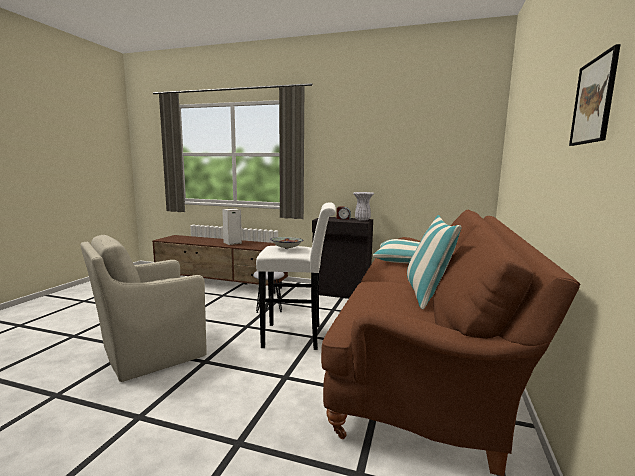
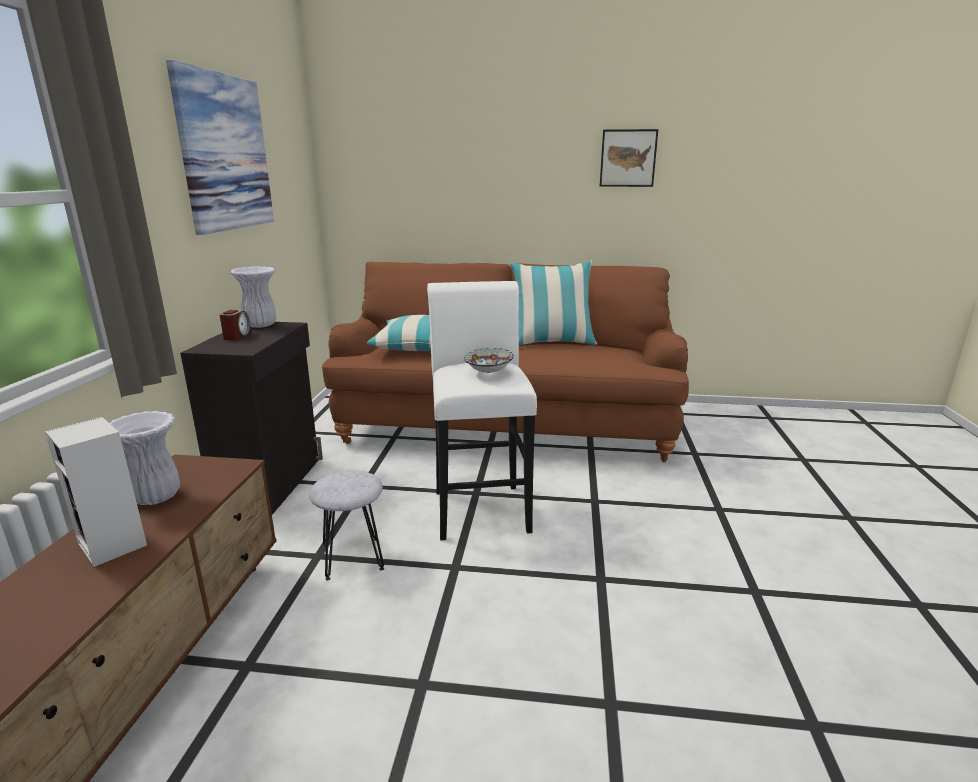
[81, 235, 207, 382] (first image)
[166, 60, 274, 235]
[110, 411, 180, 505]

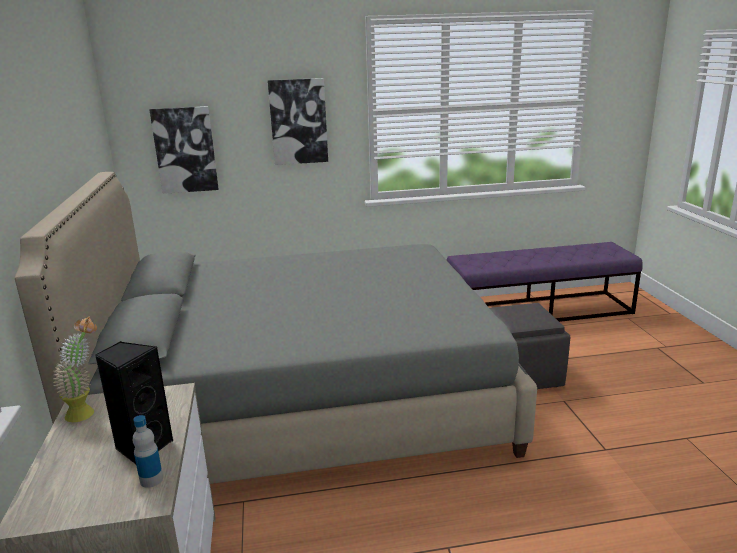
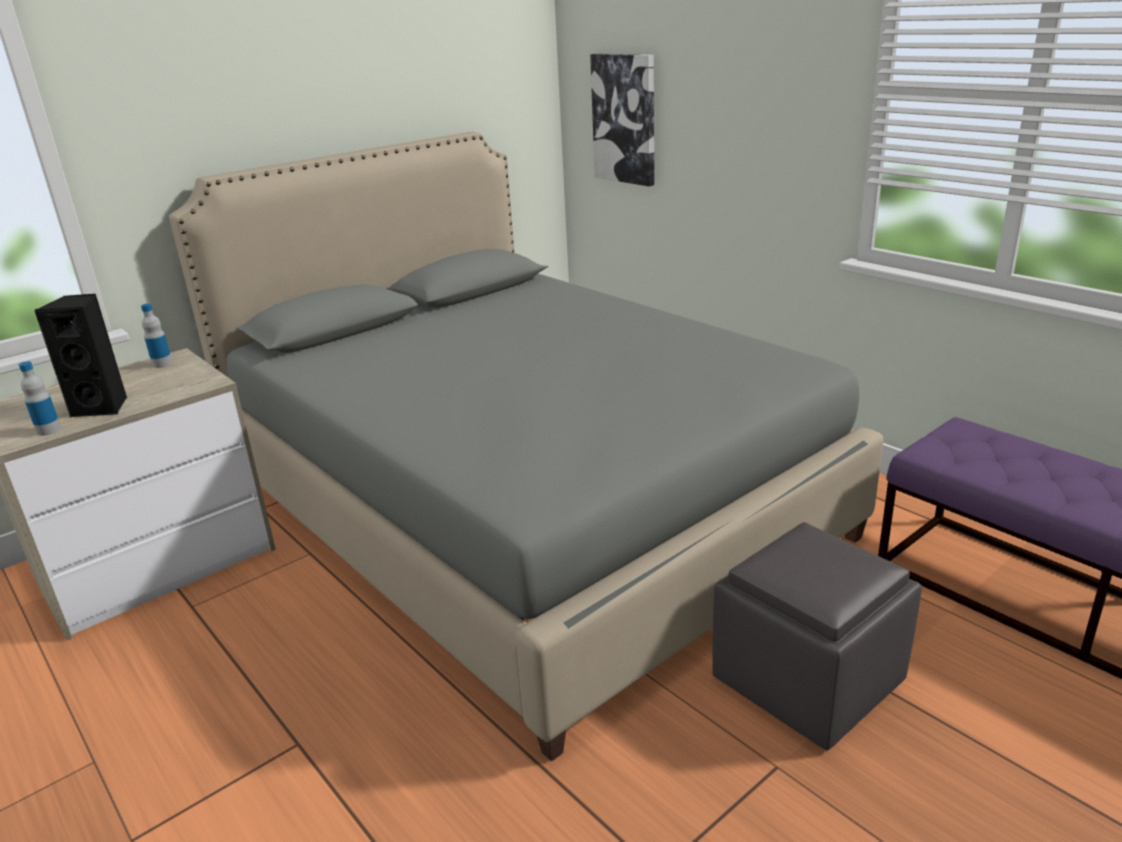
[268, 78, 328, 165] (first image)
[141, 303, 173, 368]

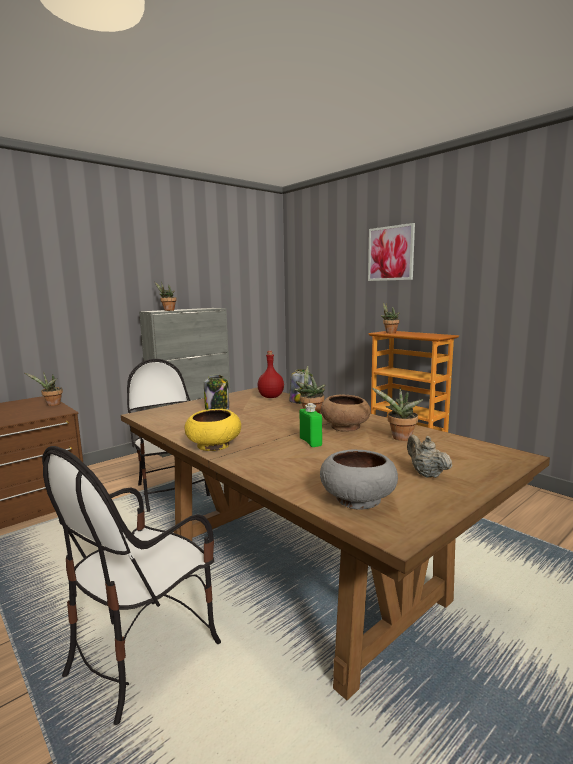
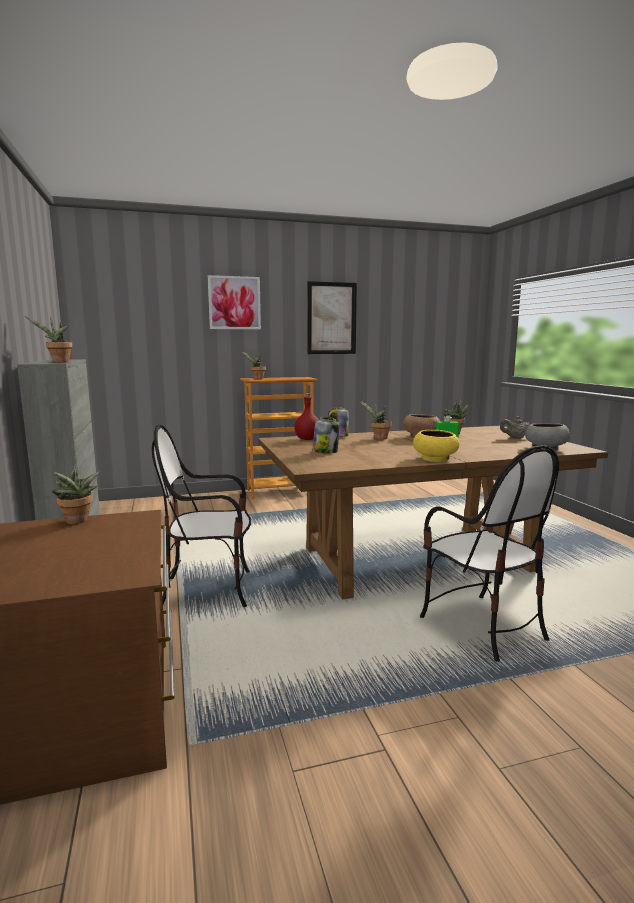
[307, 281, 357, 354]

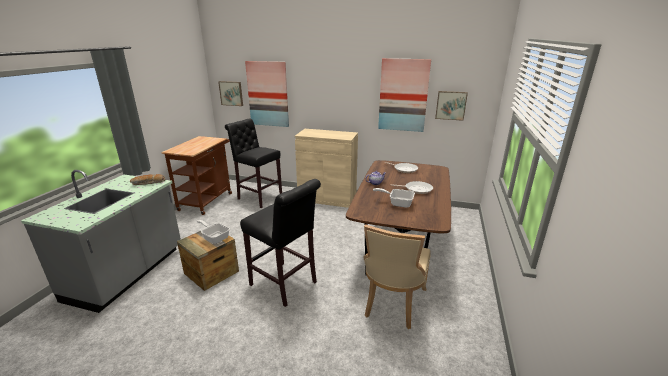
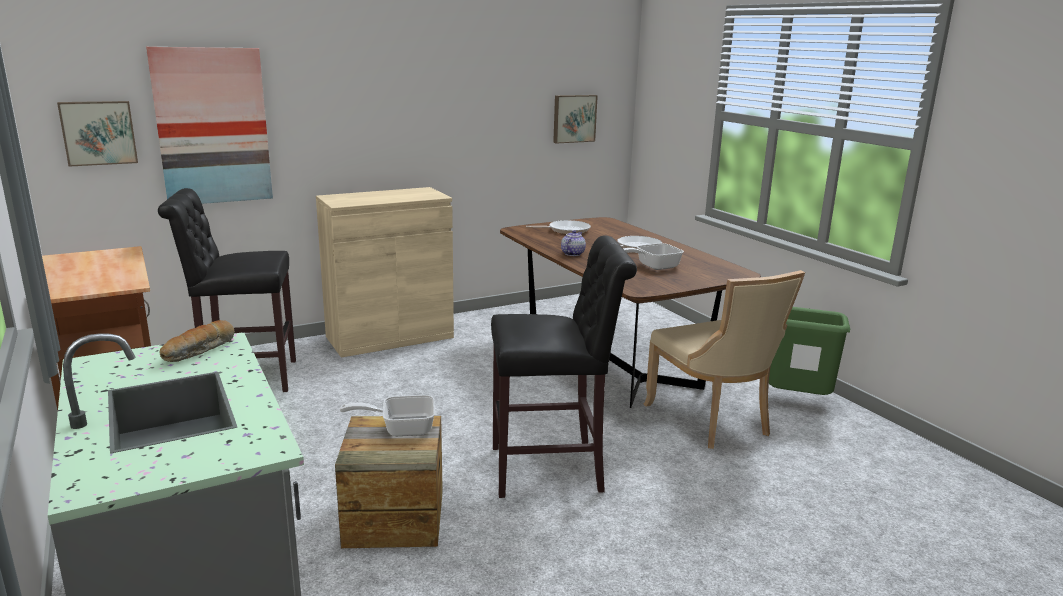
[378, 58, 431, 132] (first image)
[769, 307, 850, 395]

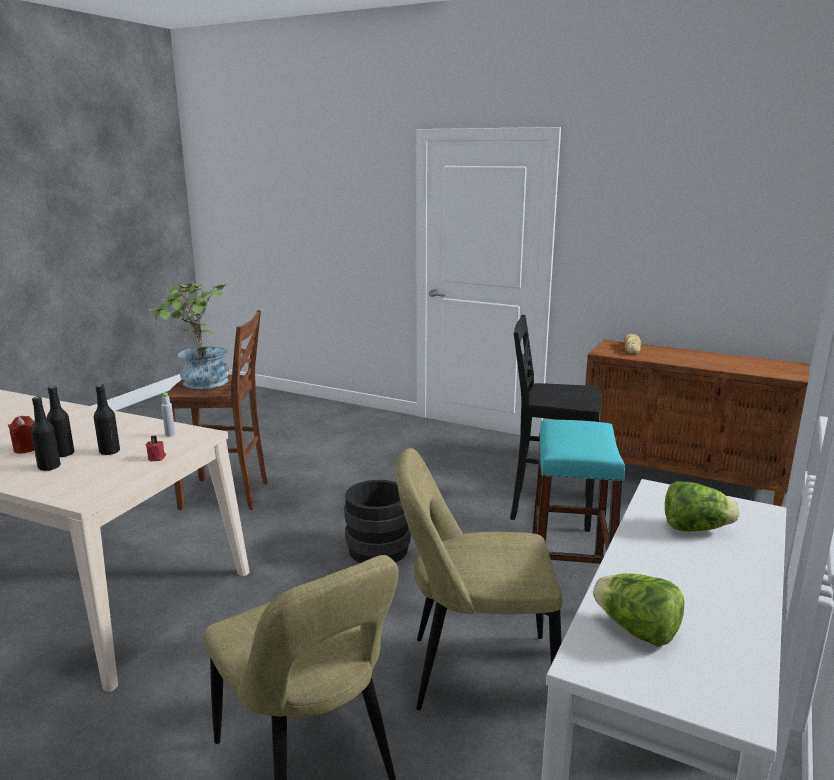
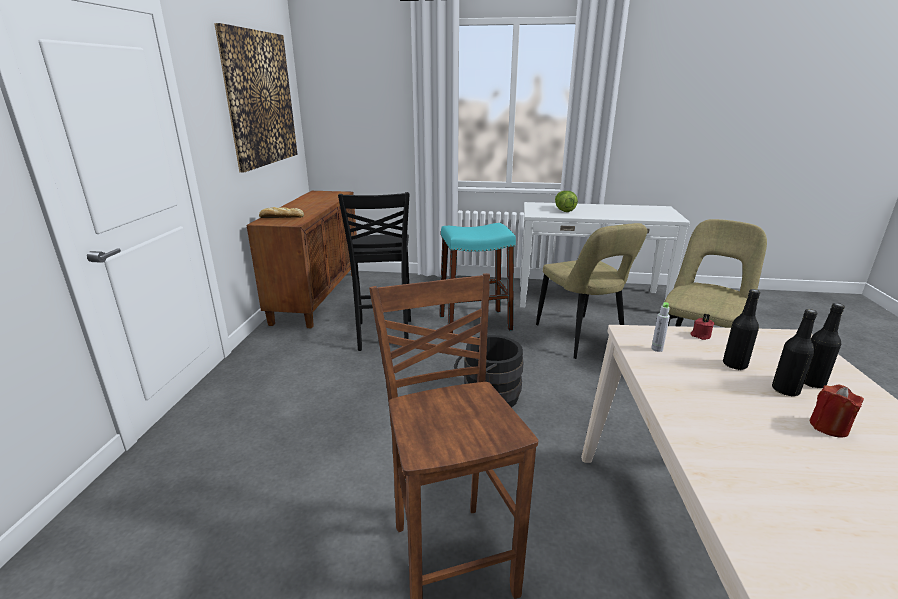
[148, 284, 229, 389] (first image)
[593, 573, 685, 646] (first image)
[214, 23, 298, 173]

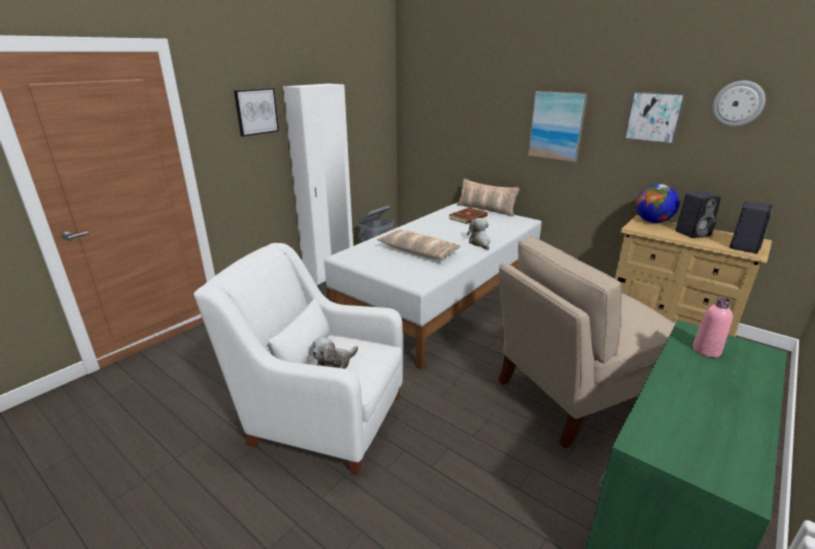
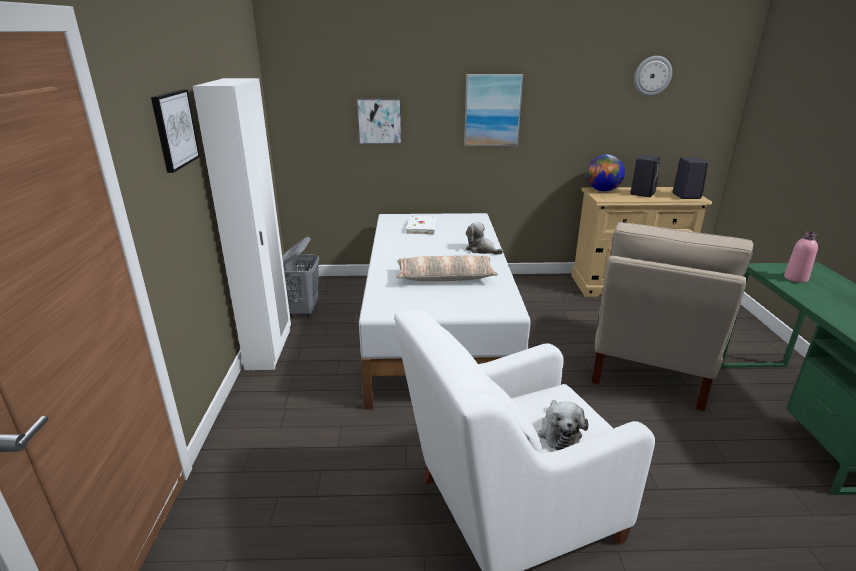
[357, 99, 402, 144]
[457, 179, 519, 216] (first image)
[406, 216, 437, 234]

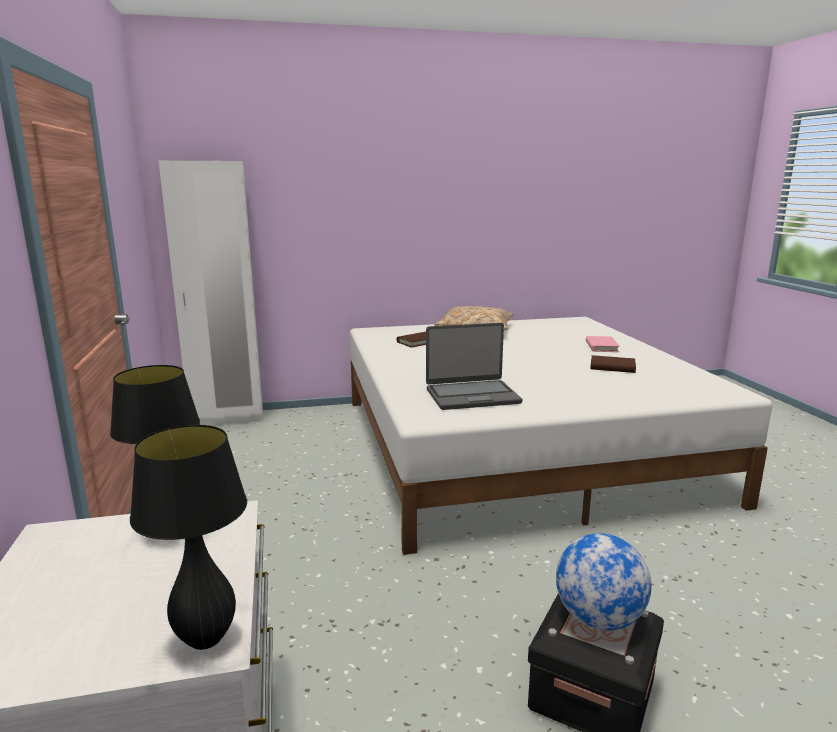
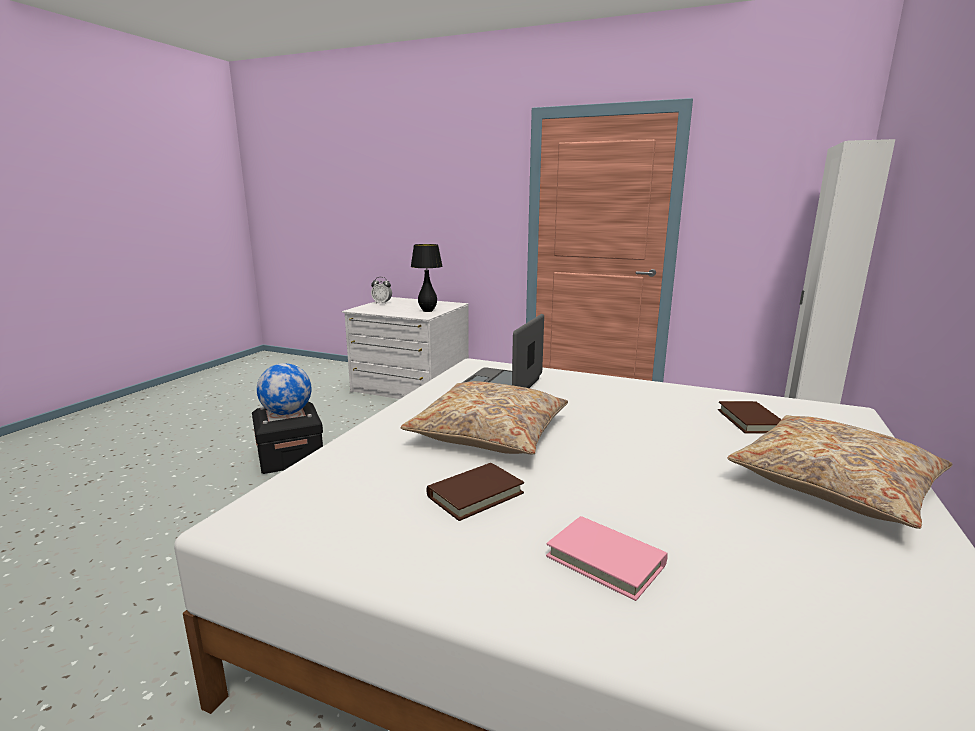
[130, 425, 247, 650] (first image)
[371, 277, 392, 304]
[401, 381, 568, 455]

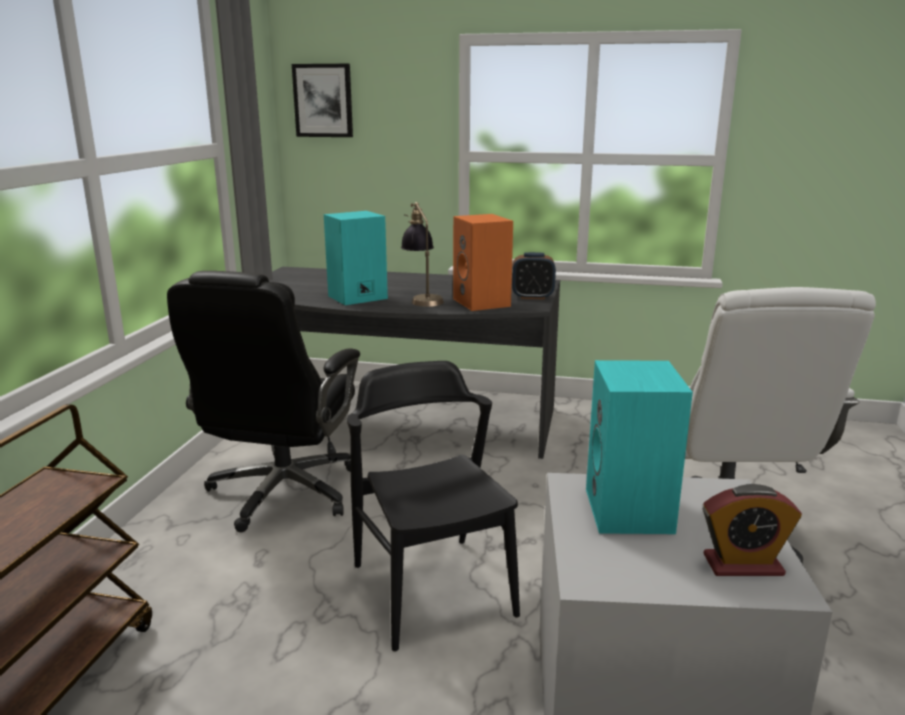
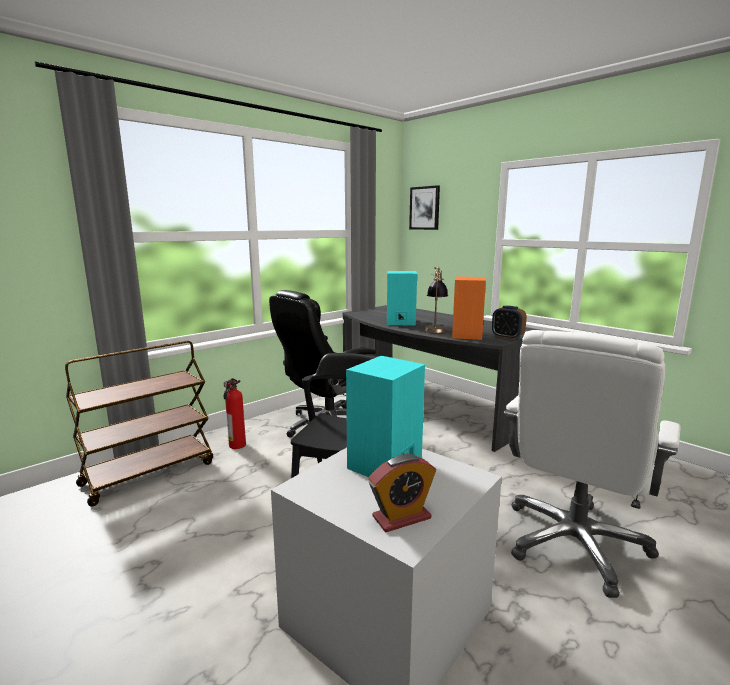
[368, 454, 436, 532]
[223, 378, 246, 449]

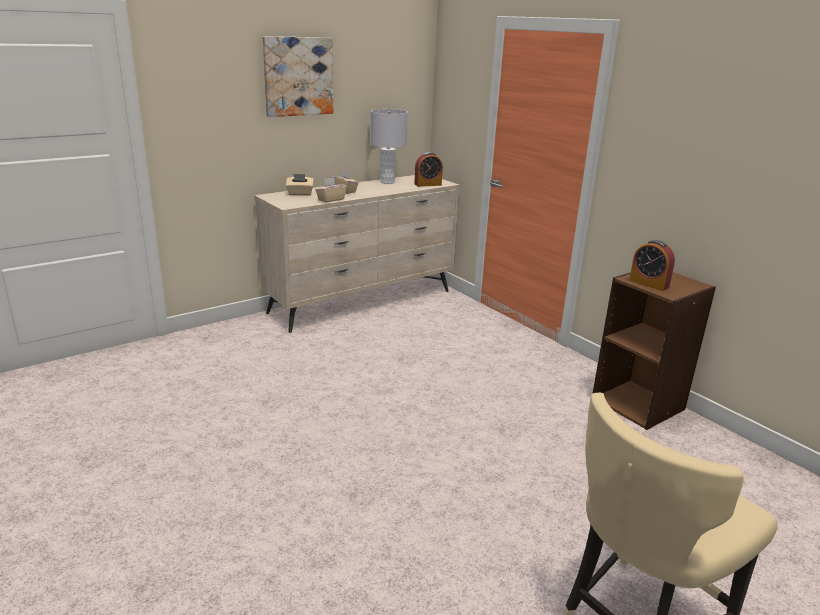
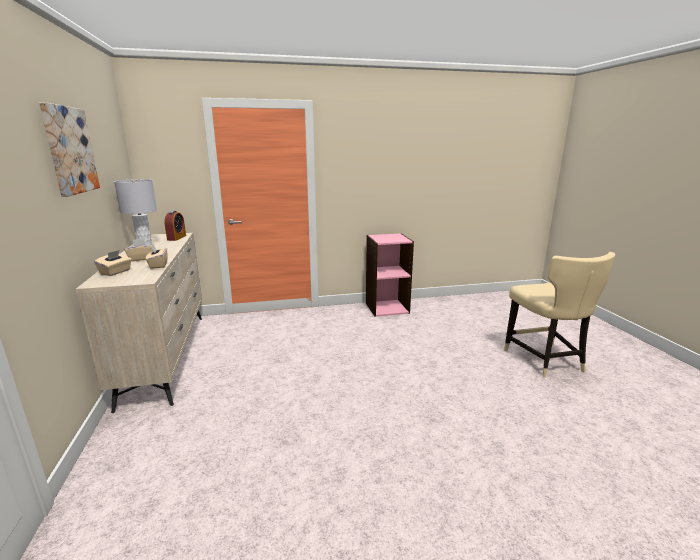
[629, 240, 675, 291] (first image)
[366, 233, 414, 317]

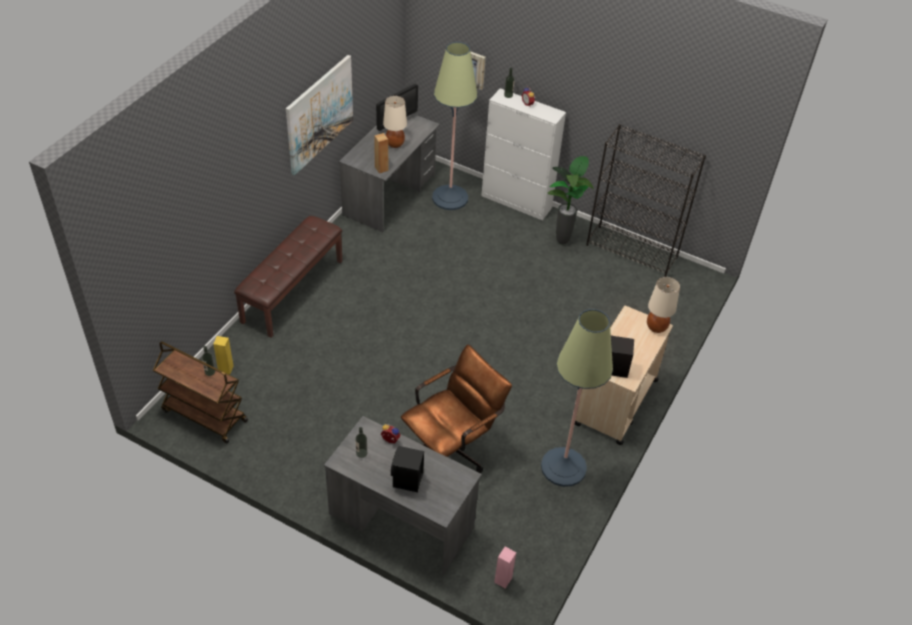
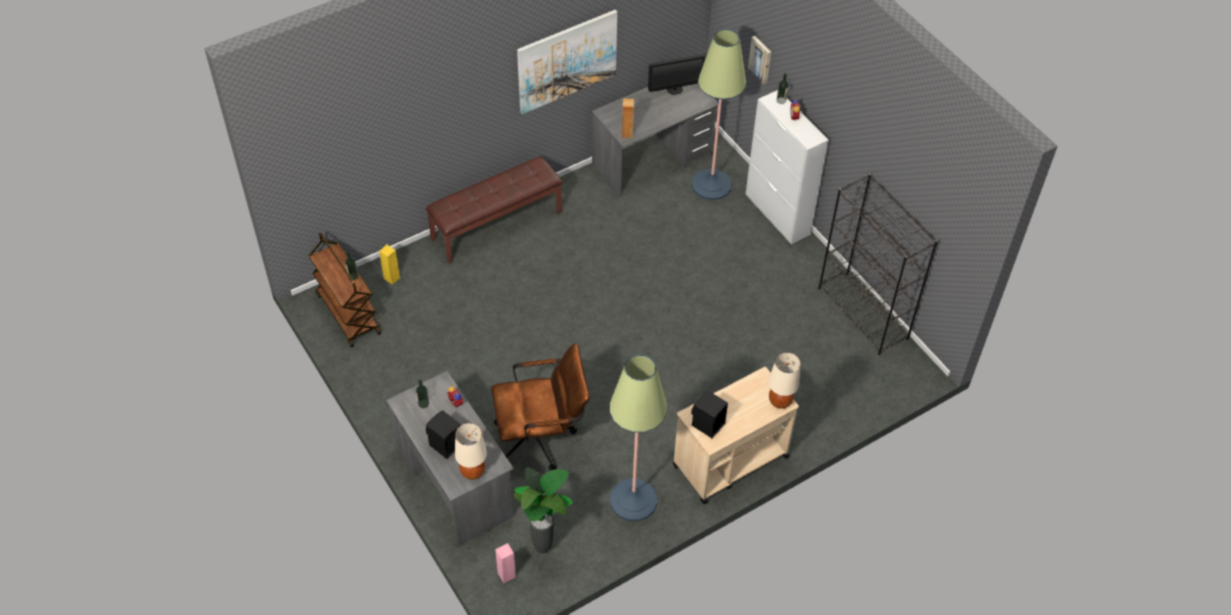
[455, 423, 487, 480]
[514, 467, 573, 553]

